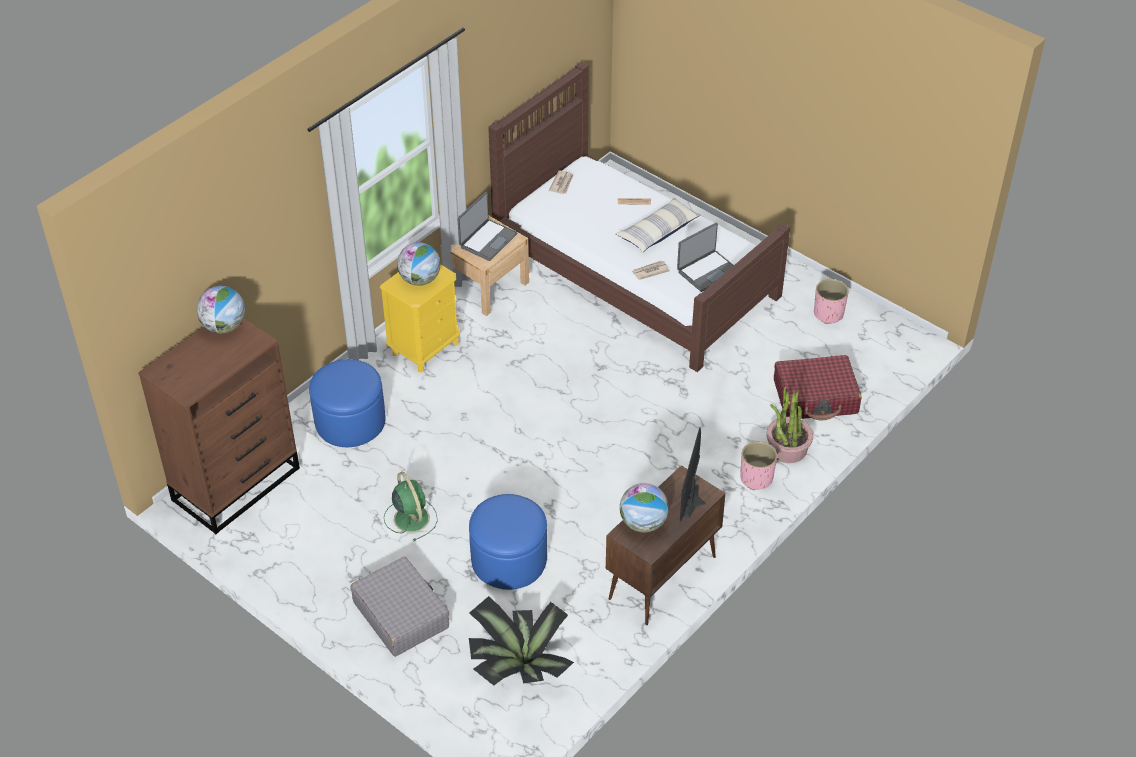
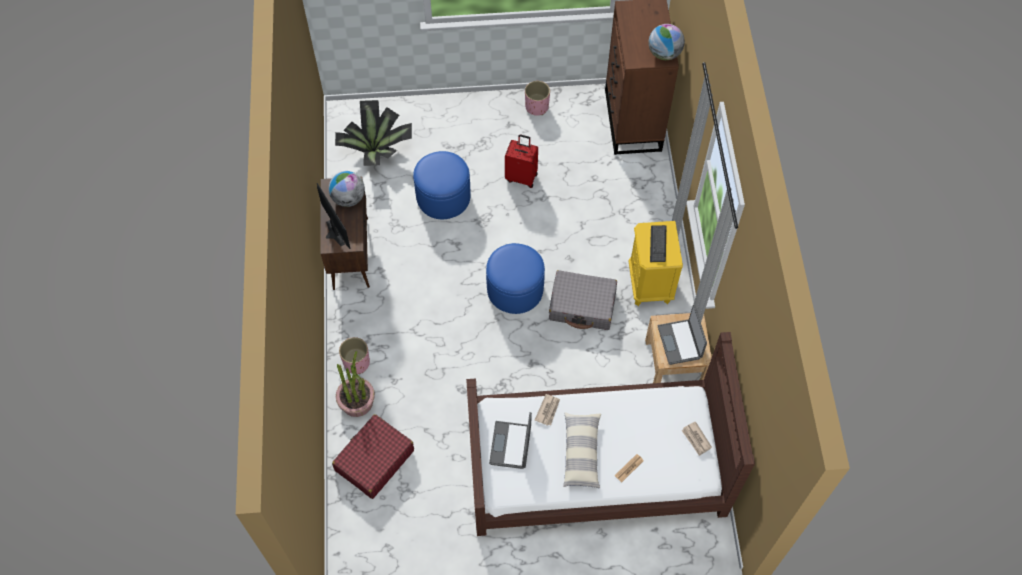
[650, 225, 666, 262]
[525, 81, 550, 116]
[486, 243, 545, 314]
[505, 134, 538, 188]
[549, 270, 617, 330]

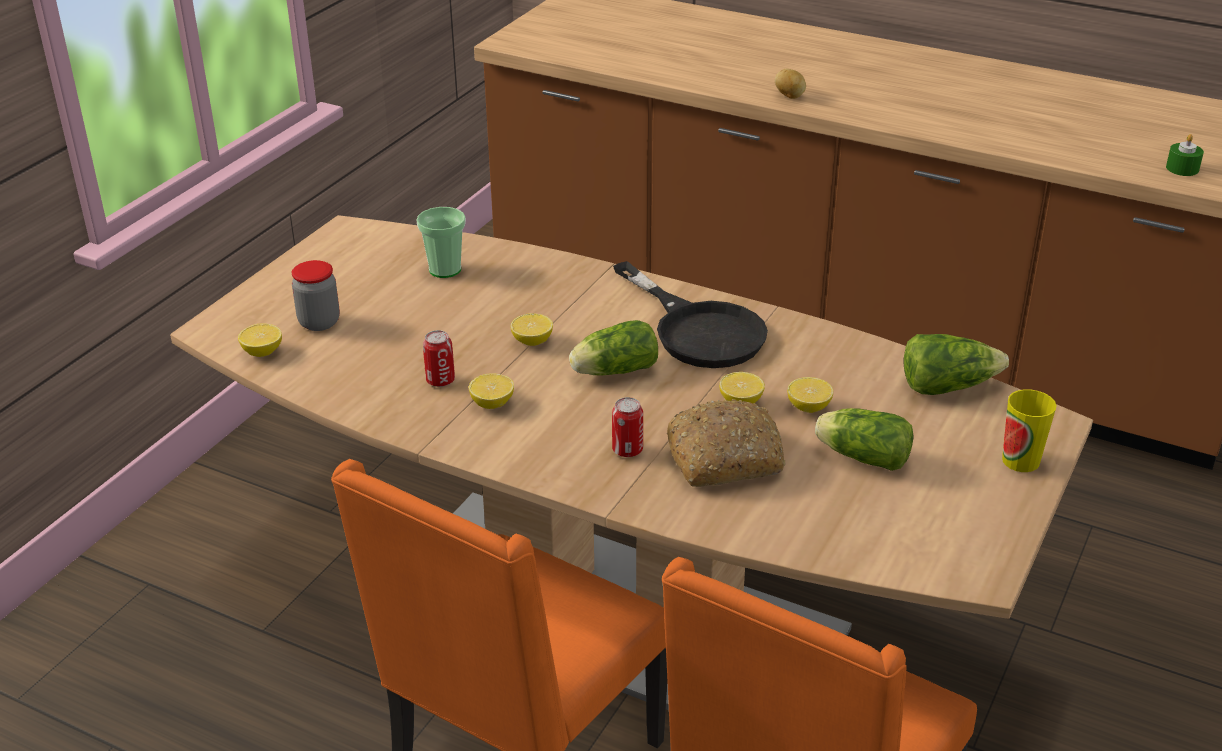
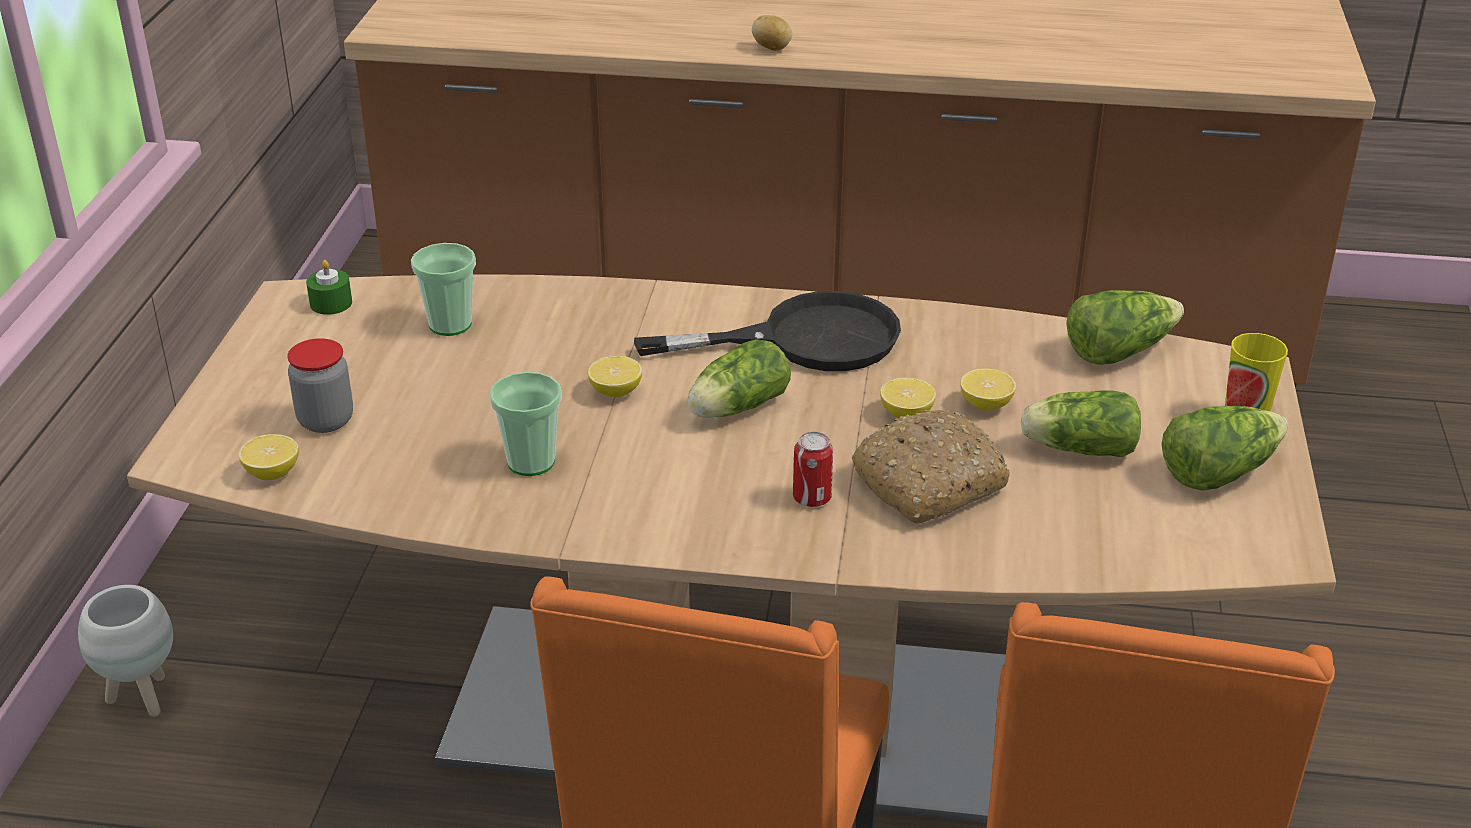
[306, 260, 352, 315]
[634, 291, 901, 371]
[489, 372, 562, 476]
[469, 373, 514, 409] (first image)
[1162, 406, 1288, 491]
[78, 585, 173, 717]

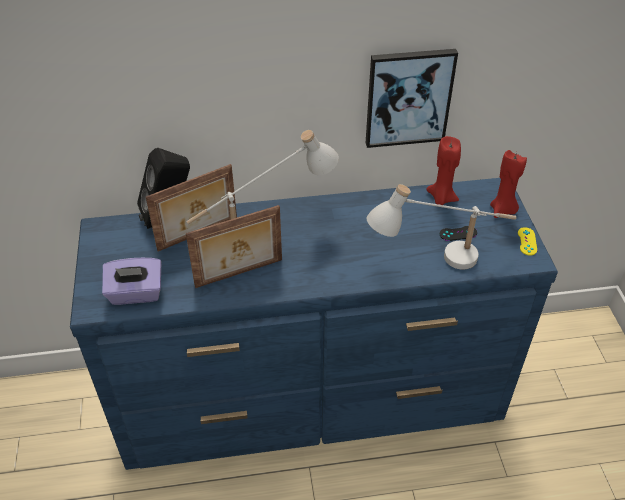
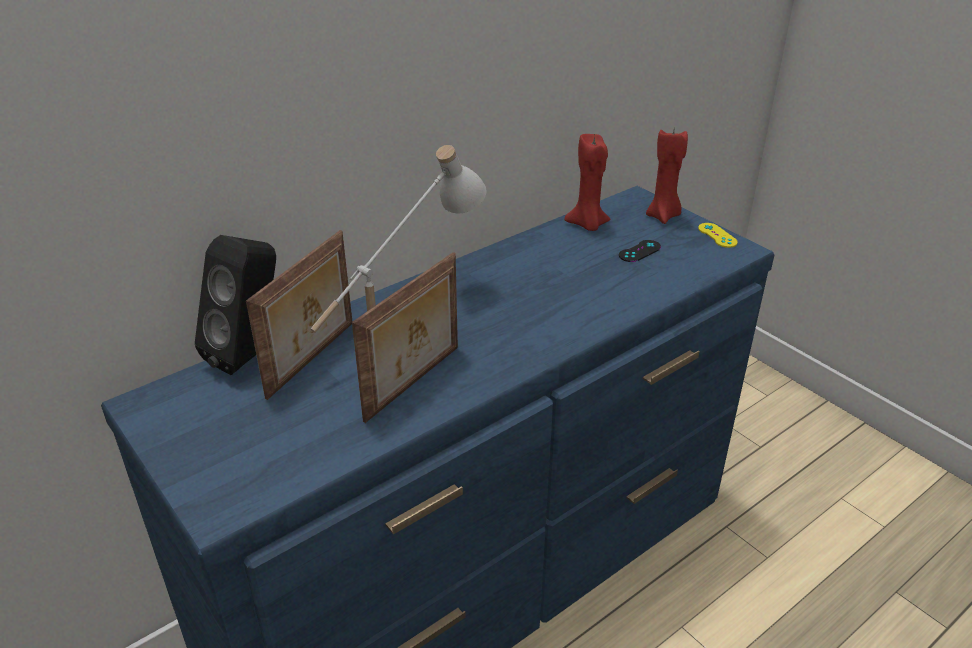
[366, 49, 458, 148] (first image)
[367, 184, 517, 270] (first image)
[102, 258, 161, 305] (first image)

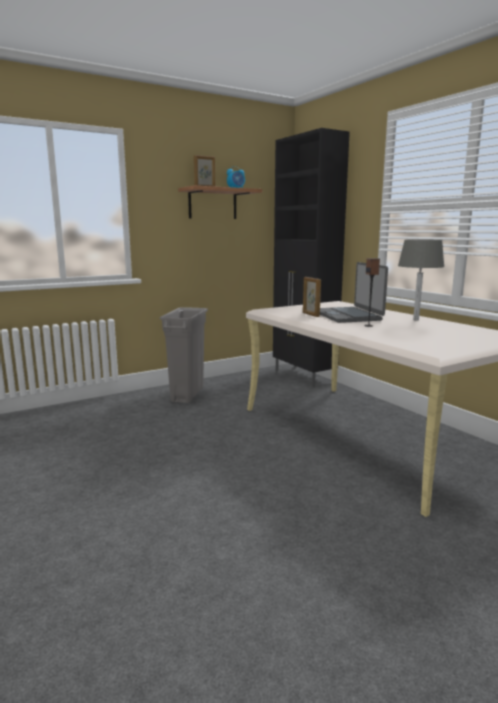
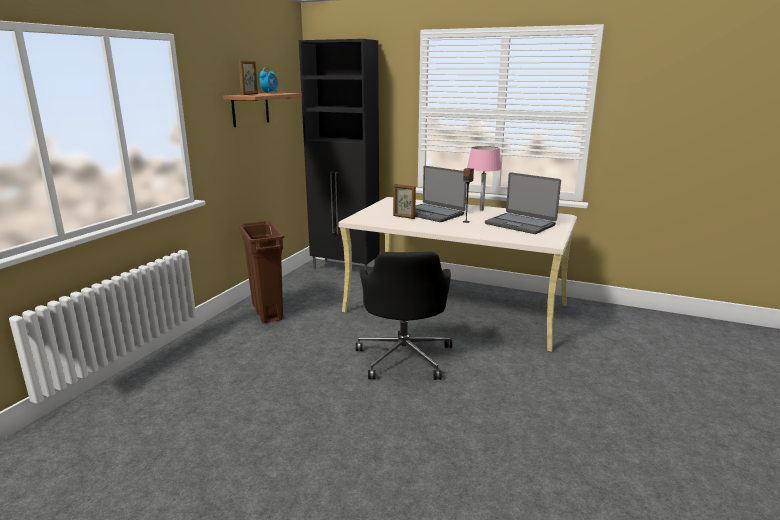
[467, 146, 502, 211]
[239, 221, 284, 323]
[485, 172, 561, 234]
[356, 252, 452, 380]

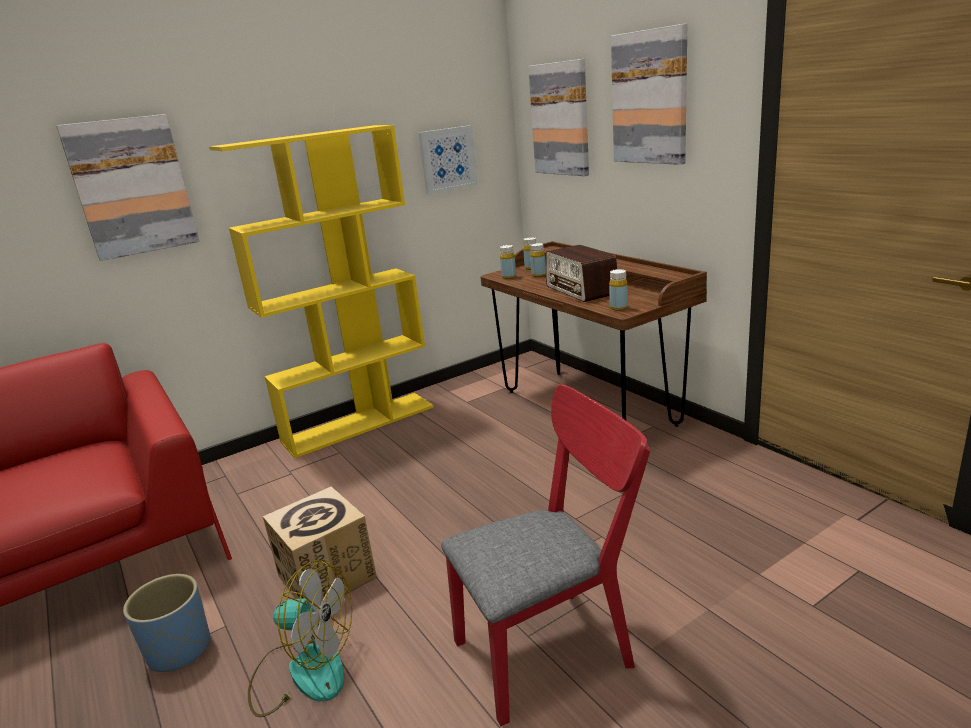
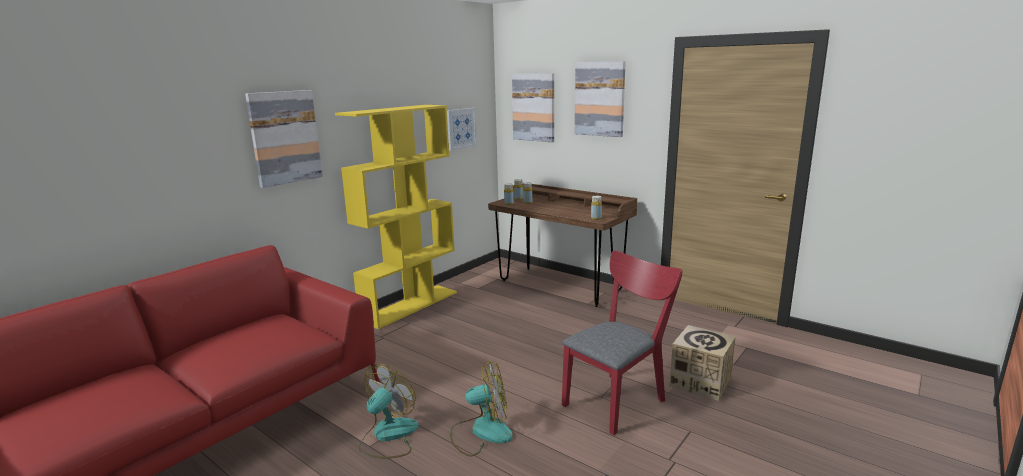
[546, 245, 617, 302] (first image)
[670, 325, 736, 401]
[358, 364, 419, 458]

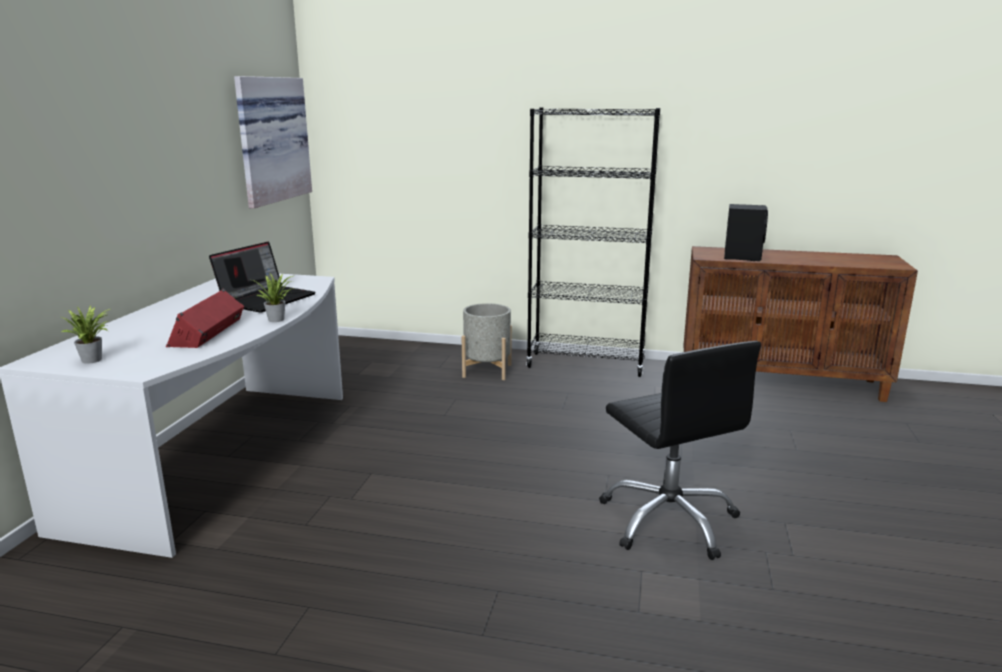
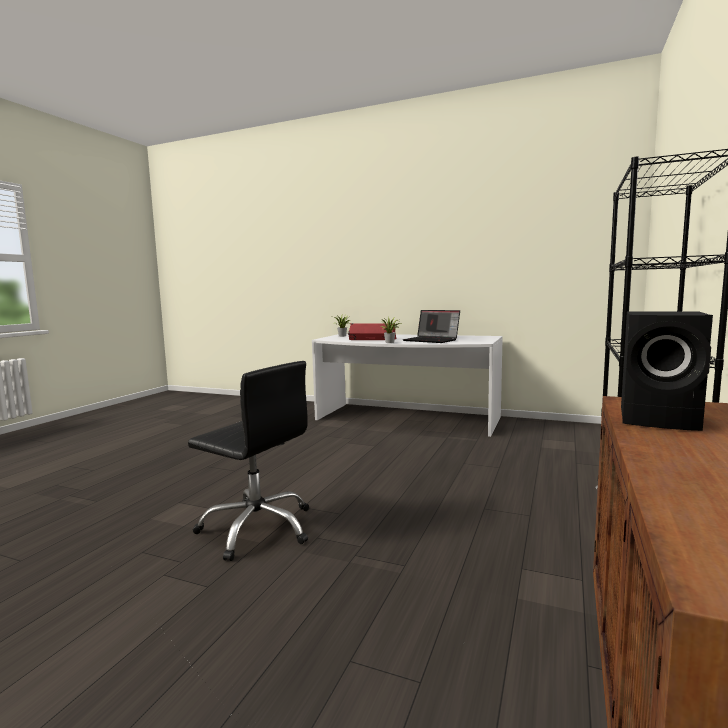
[234, 76, 312, 209] (first image)
[461, 303, 512, 380] (first image)
[188, 361, 309, 561]

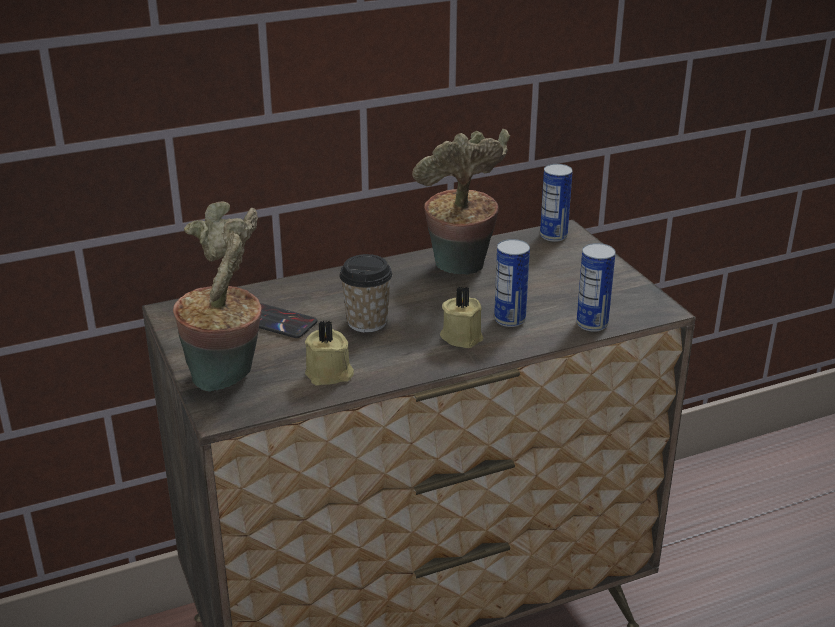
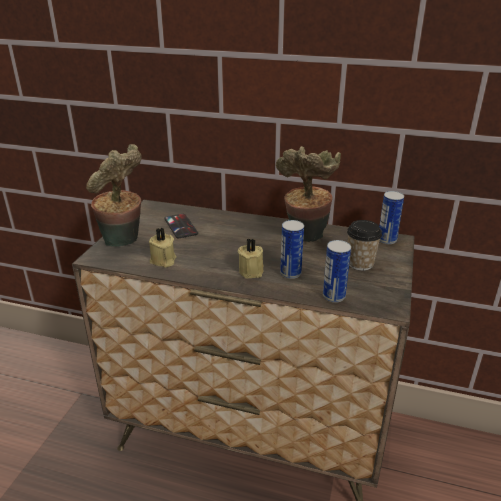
[347, 220, 382, 271]

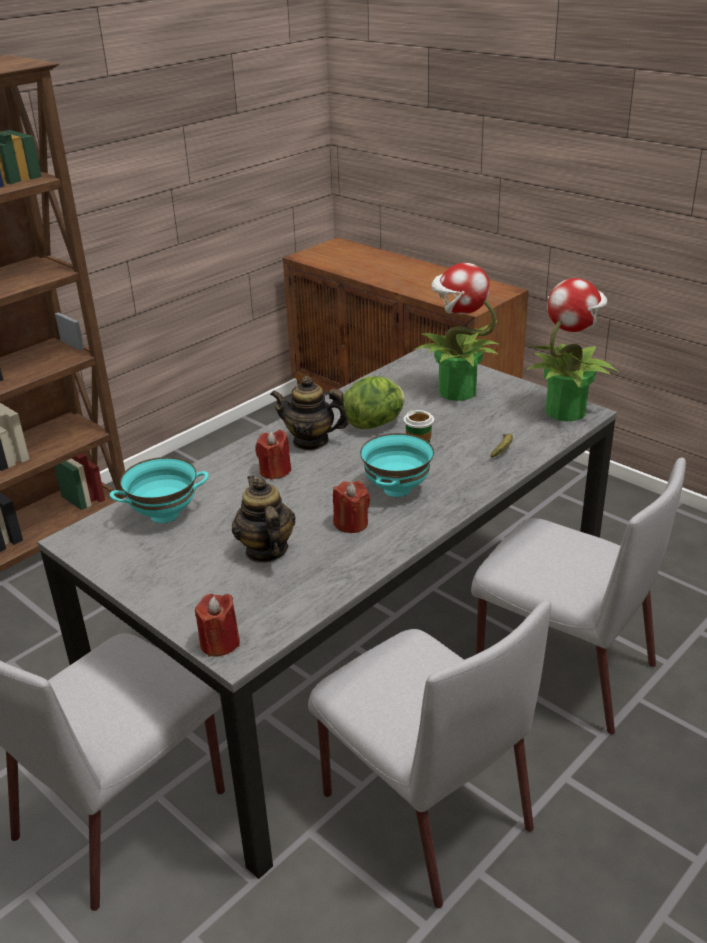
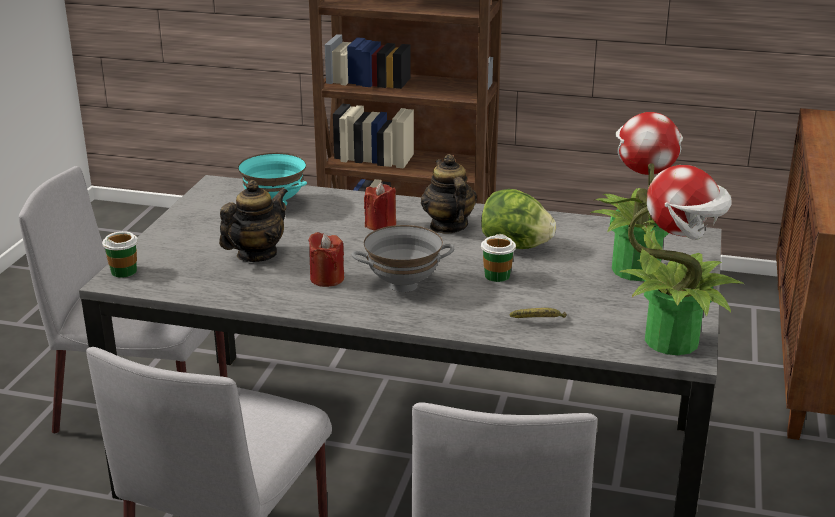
[352, 225, 454, 292]
[102, 231, 138, 278]

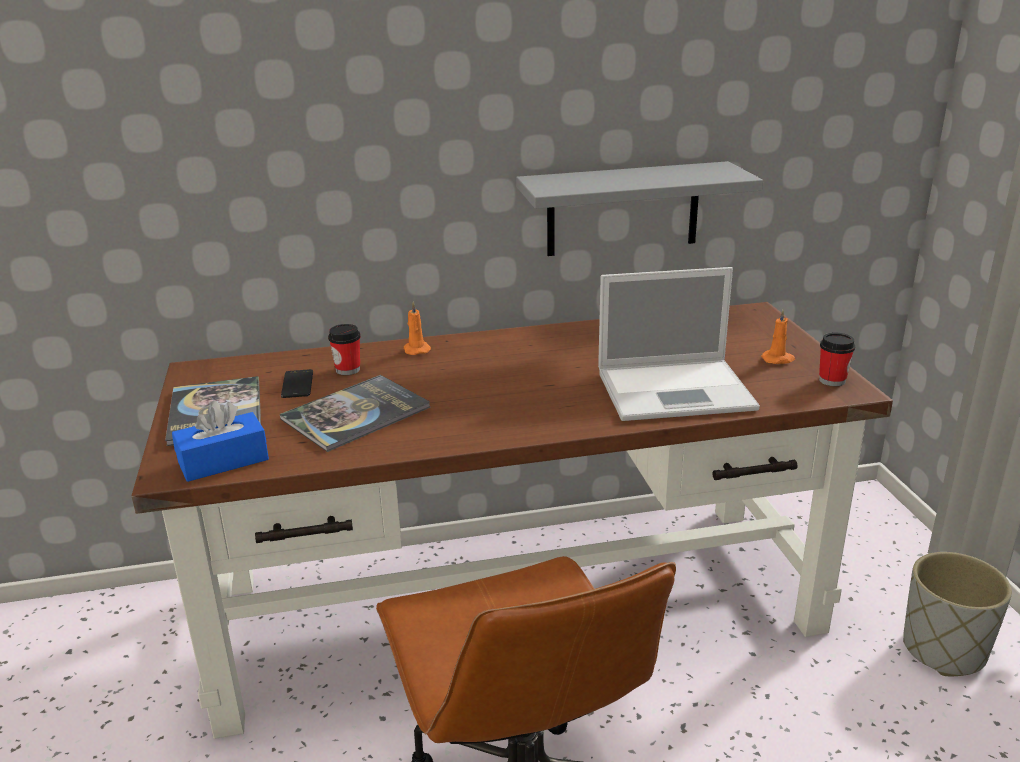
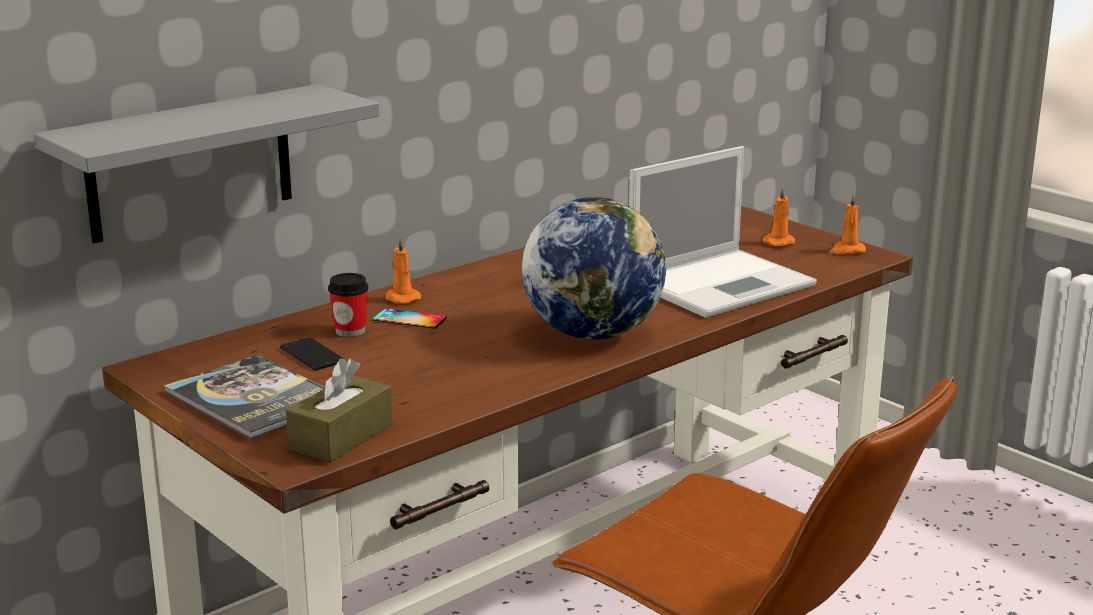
[34, 84, 379, 243]
[830, 194, 866, 254]
[280, 375, 431, 452] (first image)
[286, 359, 393, 463]
[903, 552, 1012, 676] (first image)
[522, 197, 666, 340]
[373, 308, 447, 329]

